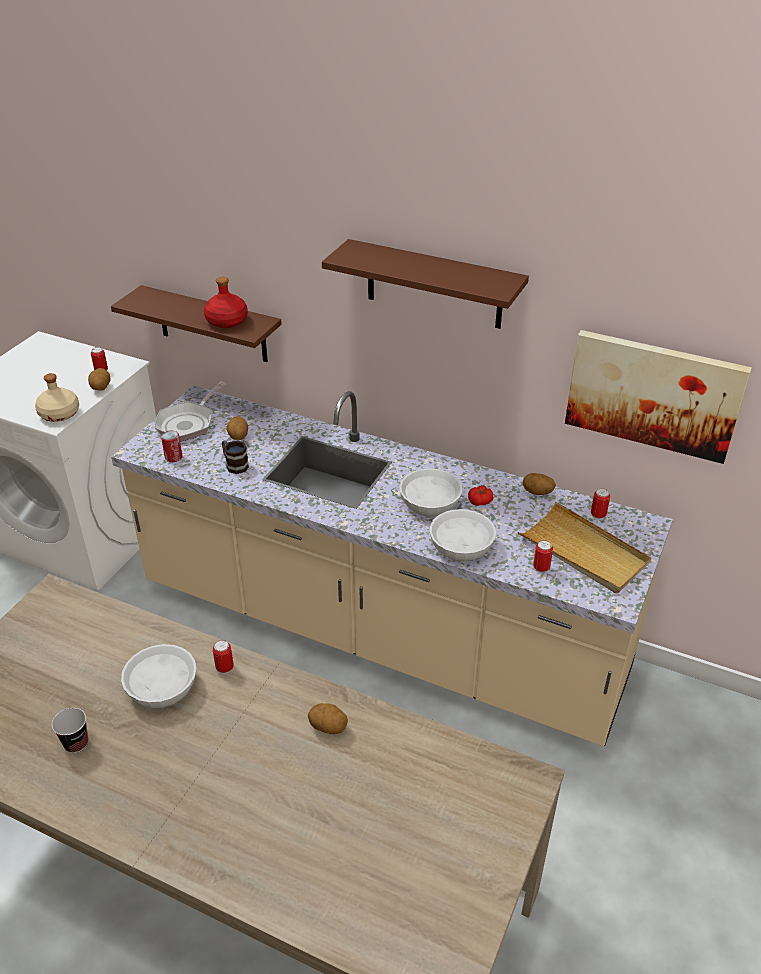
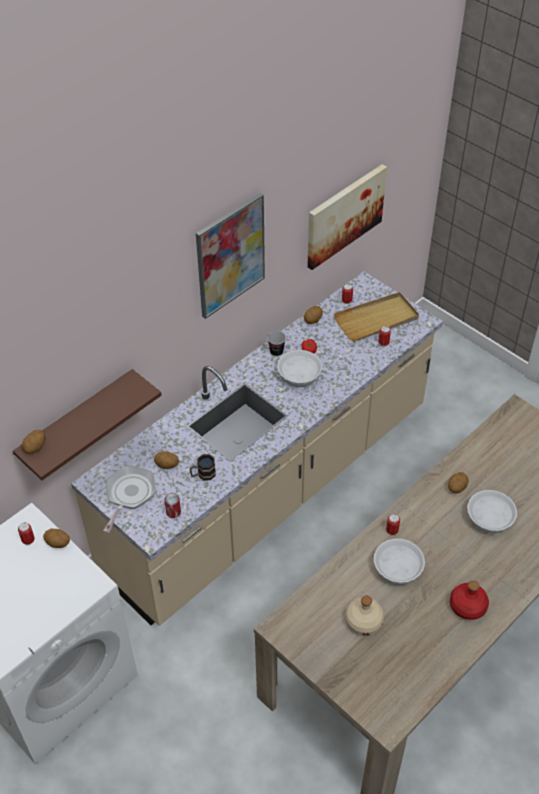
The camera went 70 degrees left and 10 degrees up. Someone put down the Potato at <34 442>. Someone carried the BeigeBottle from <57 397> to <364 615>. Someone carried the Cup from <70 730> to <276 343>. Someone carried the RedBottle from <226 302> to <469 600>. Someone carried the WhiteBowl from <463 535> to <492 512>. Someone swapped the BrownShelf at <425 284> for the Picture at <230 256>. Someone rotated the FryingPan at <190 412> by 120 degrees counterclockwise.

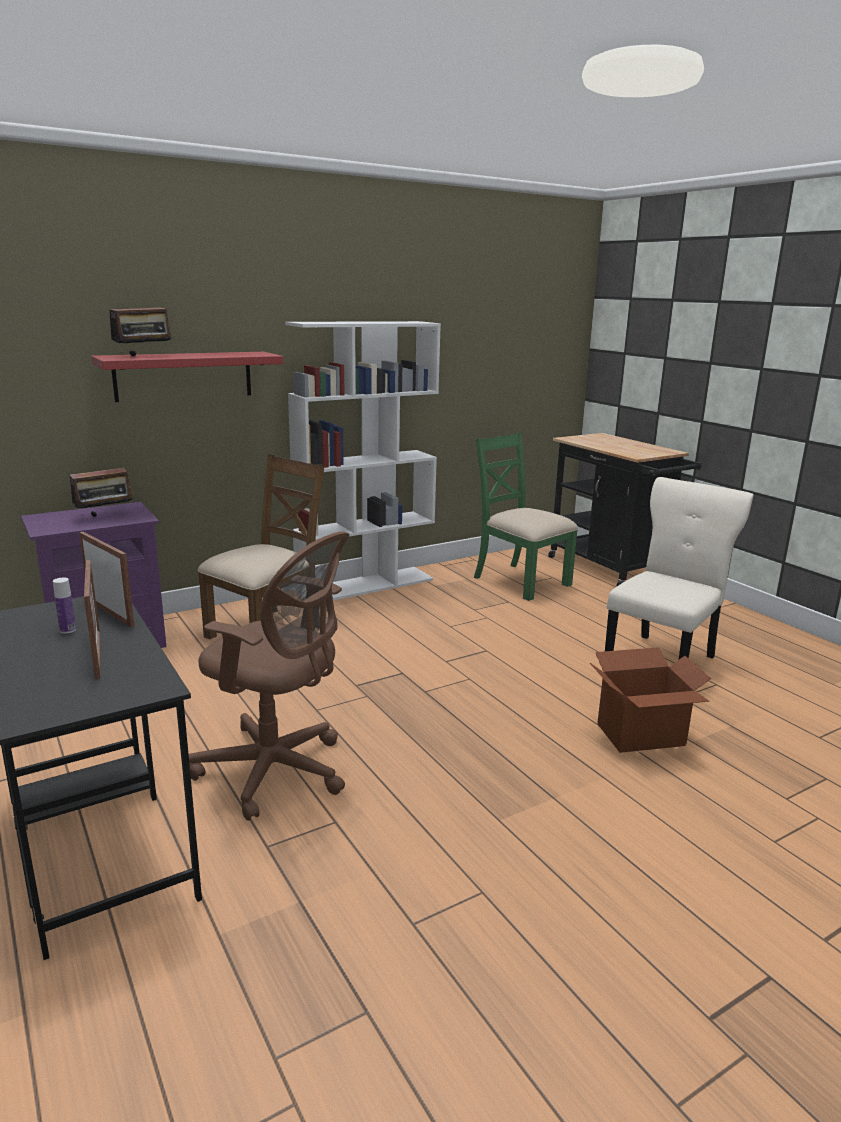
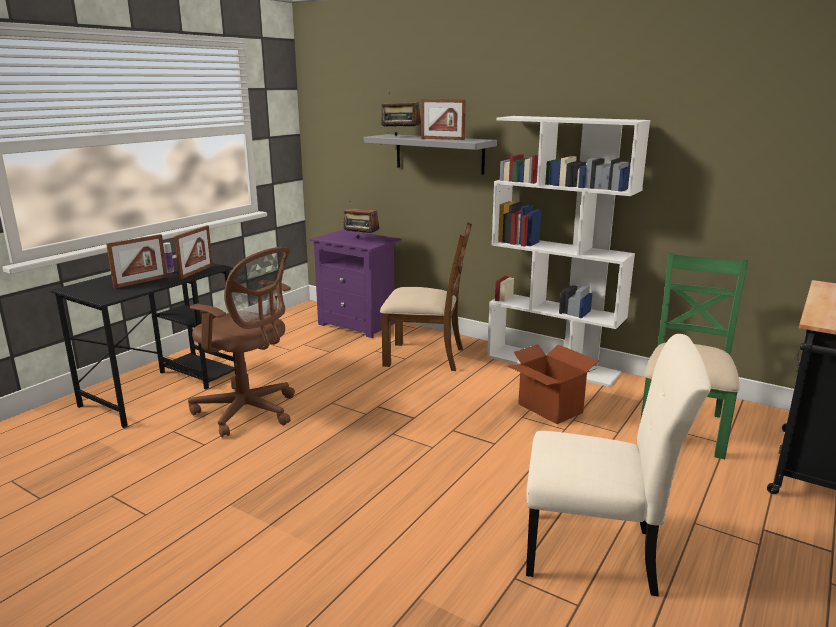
The camera went 65 degrees right and 0 degrees up. Someone put down the PictureFrame at <443 119>. Someone carried the CardboardBox from <650 700> to <553 384>. Someone repainted the RedShelf at <187 377>, which became the GreyShelf at <430 154>. Someone rotated the BrownOfficeChair at <269 676> by 60 degrees counterclockwise.

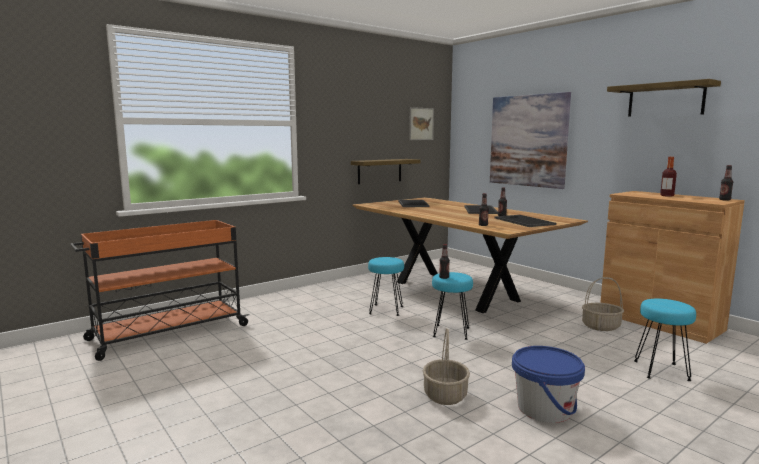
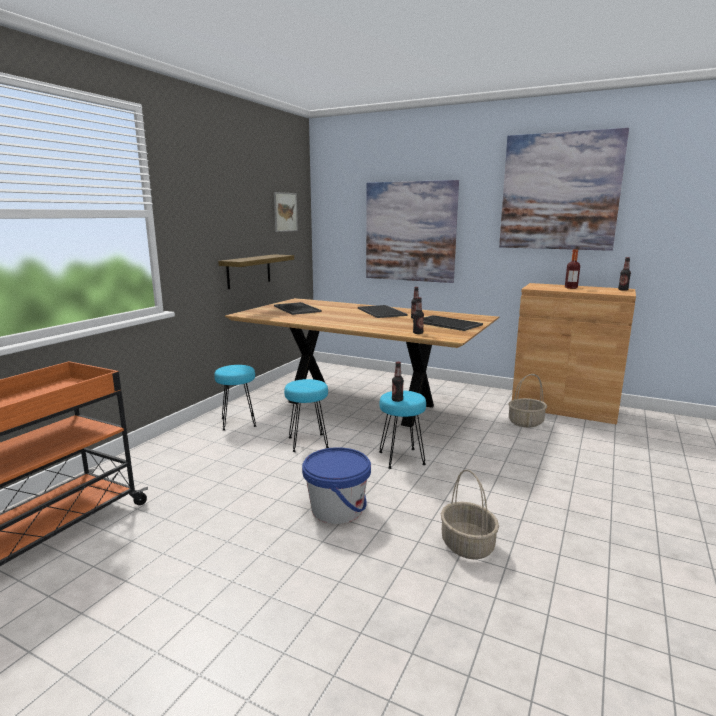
The camera went 25 degrees left and 5 degrees up. Someone carried the BlueBucket from <548 384> to <336 485>. Someone carried the TurquoiseStool from <665 340> to <235 398>. Someone swapped the Shelf at <664 98> for the Picture at <564 189>.

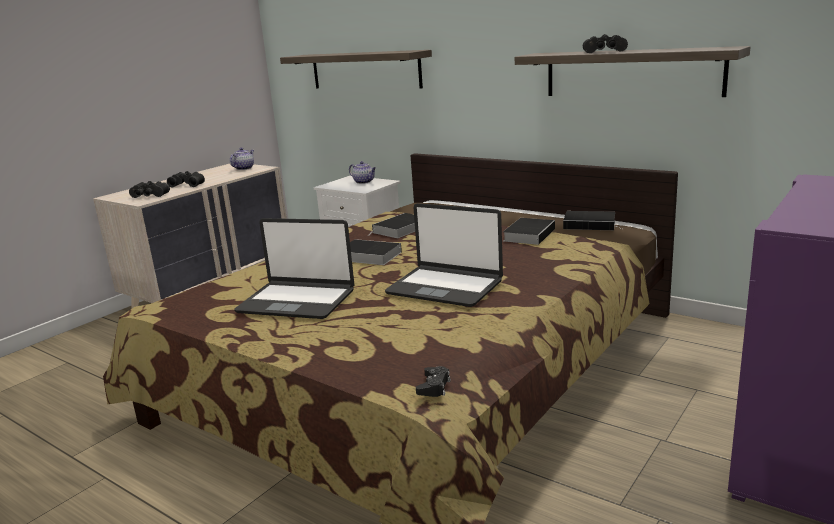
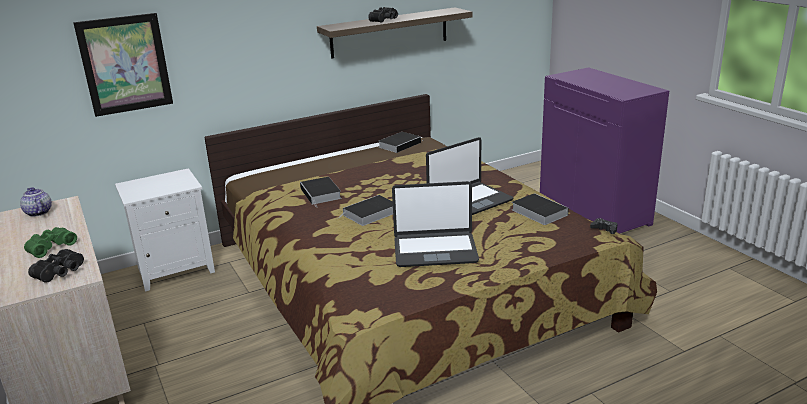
The camera went 65 degrees left and 5 degrees up. Someone took away the Teapot at <362 172>. Someone carried the Book from <529 231> to <540 209>. Someone swapped the Shelf at <356 69> for the Picture at <123 65>. Someone repainted the BlackBinoculars at <186 179>, which became the GreenBinoculars at <50 242>. Someone rotated the Laptop at <294 268> by 45 degrees clockwise.

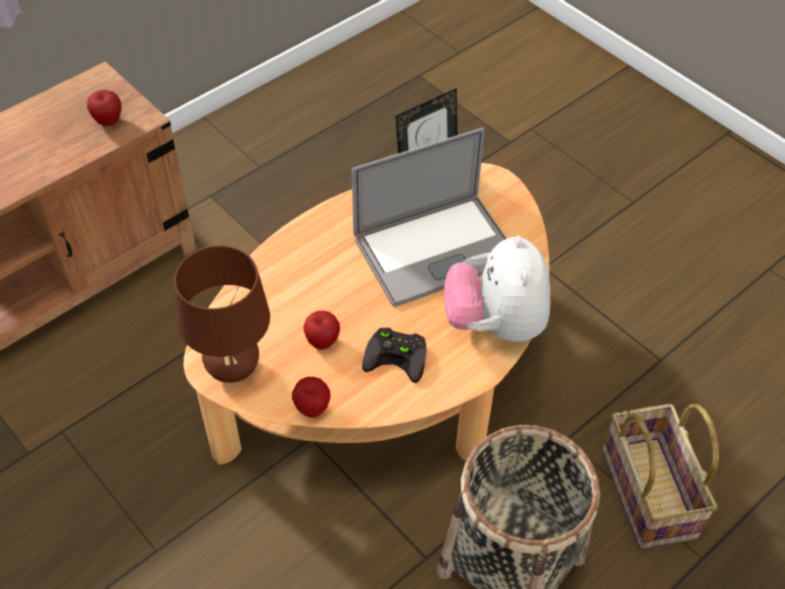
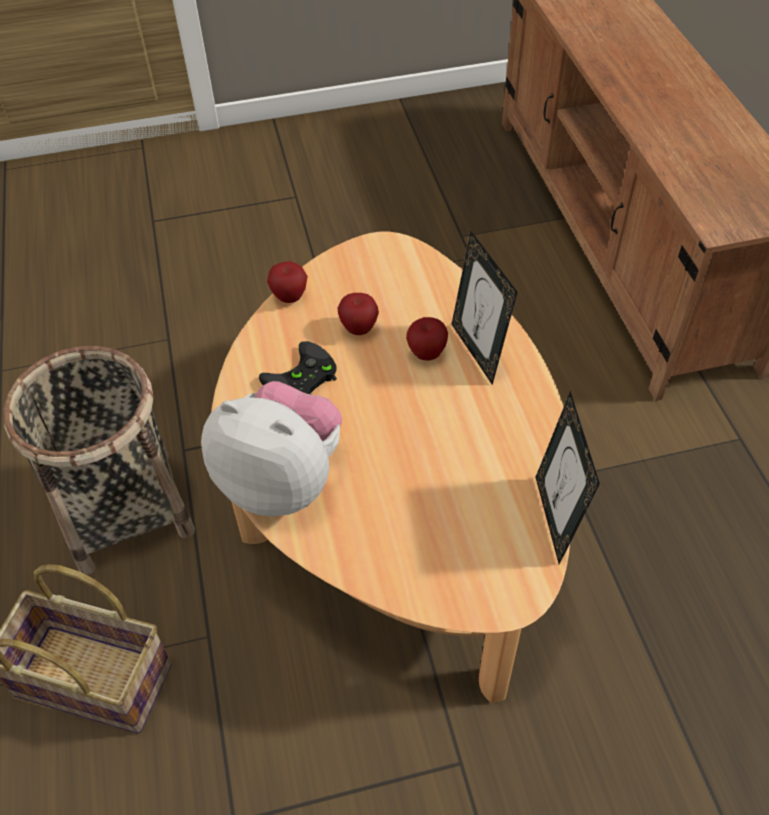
The camera went 120 degrees right and 0 degrees up. Someone took away the BrownTableLamp at <222 314>. Someone took away the Laptop at <429 217>. Someone put down the PictureFrame at <484 308>. Someone carried the Apple from <104 108> to <427 339>.

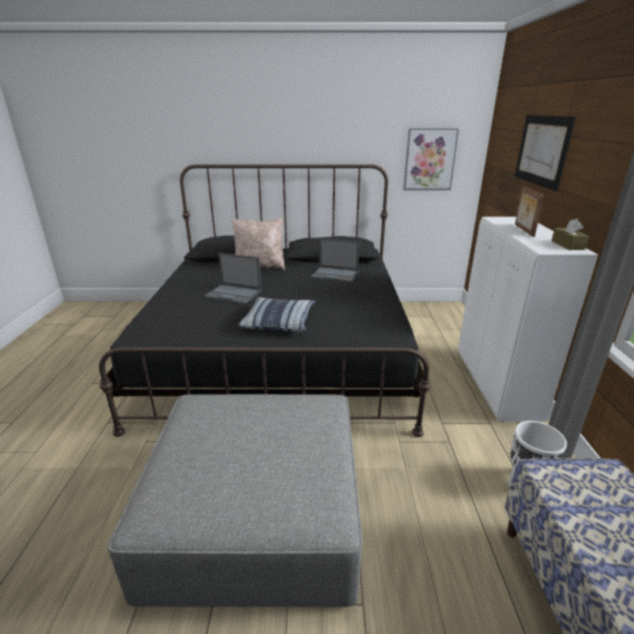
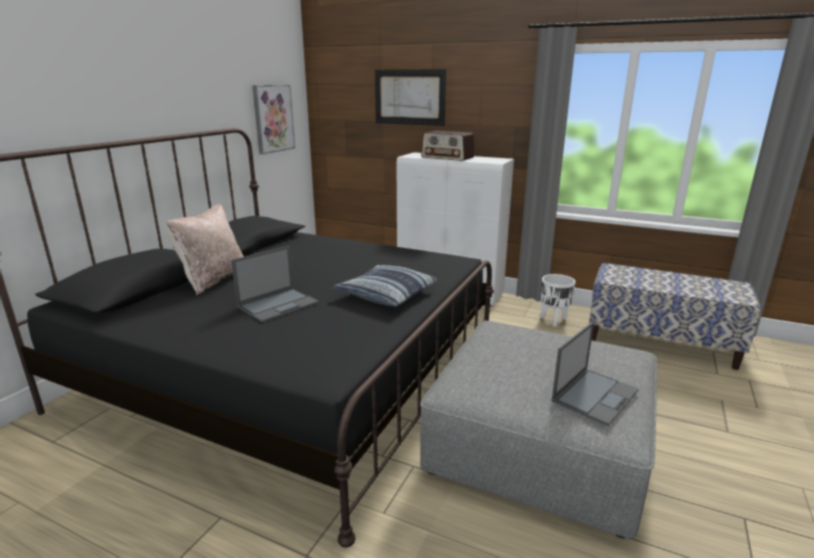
The camera went 65 degrees left and 5 degrees down. Someone took away the BrownTissueBox at <570 234>. Someone carried the Laptop from <335 260> to <595 374>. Someone swapped the PictureFrame at <529 211> for the Radio at <447 146>.

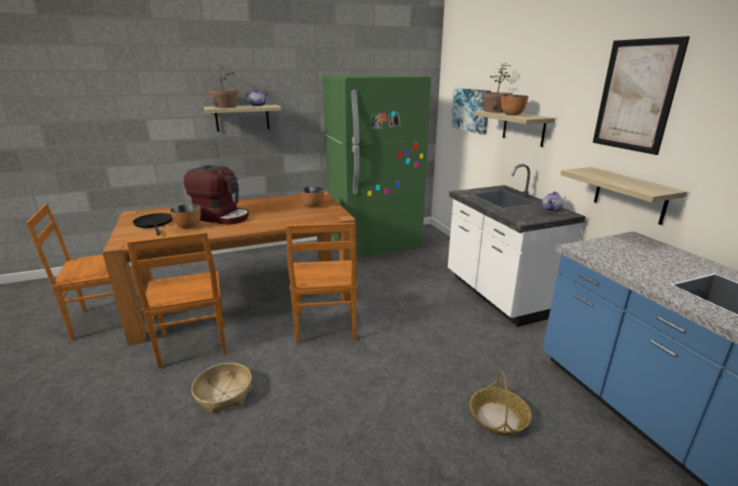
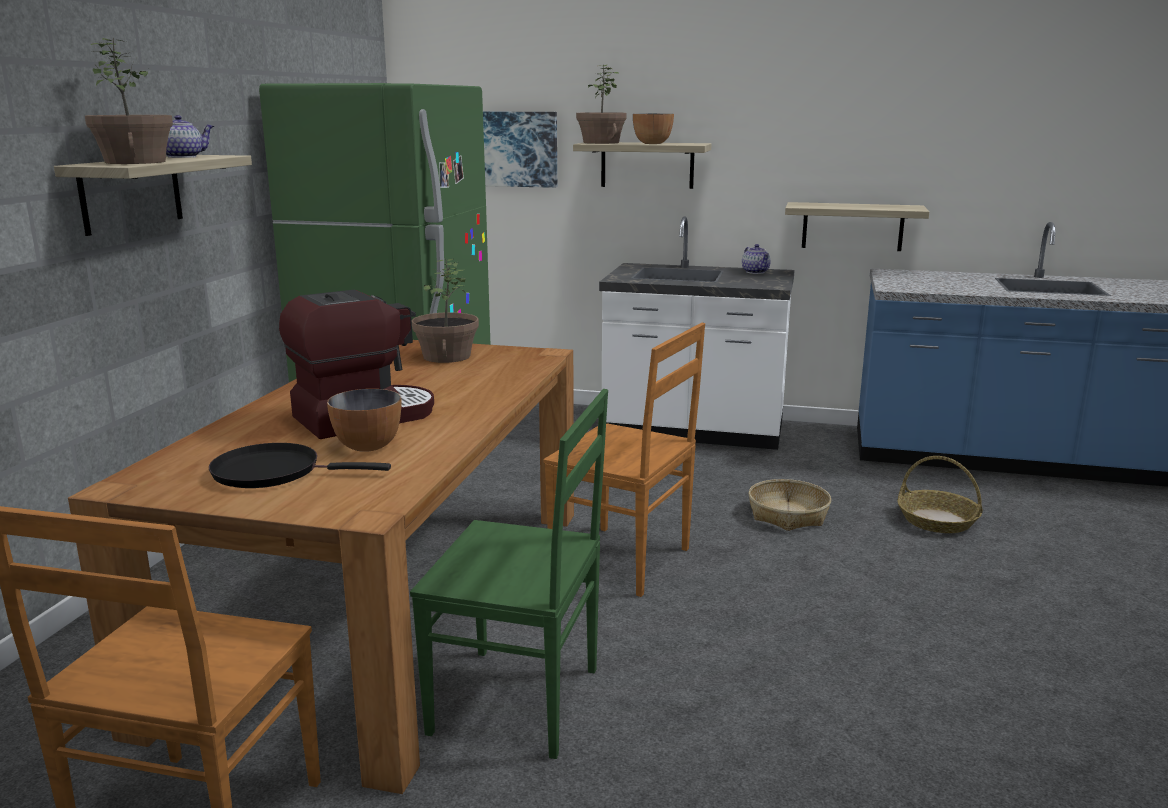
The camera went 55 degrees left and 5 degrees down. Someone took away the Picture at <641 95>. Someone carried the Basket from <221 388> to <789 505>. Someone swapped the Bowl at <312 196> for the PottedPlant at <445 311>. Someone repainted the BrownChair at <177 300>, which became the GreenChair at <509 574>.

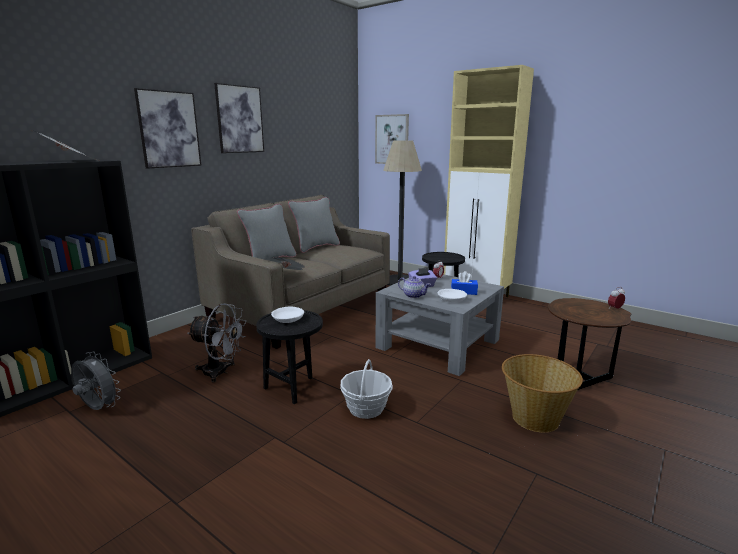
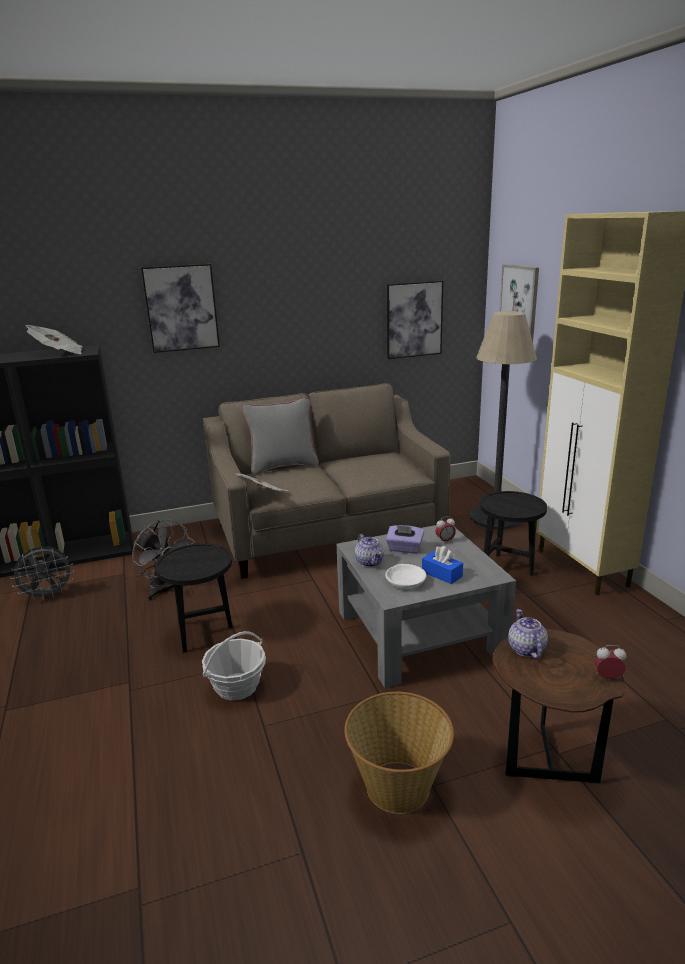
The camera went 35 degrees right and 5 degrees up. Someone took away the WhiteBowl at <287 315>. Someone took away the GreyPillow at <314 225>. Someone put down the Teapot at <528 634>. Someone carried the Picture from <239 118> to <415 320>. Someone rotated the GreyFan at <96 380> by 90 degrees clockwise.

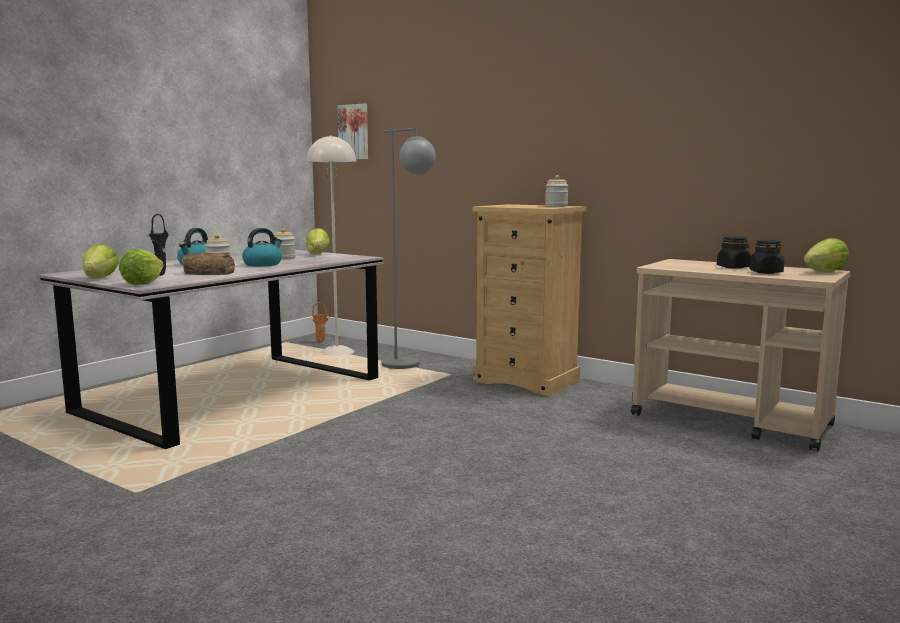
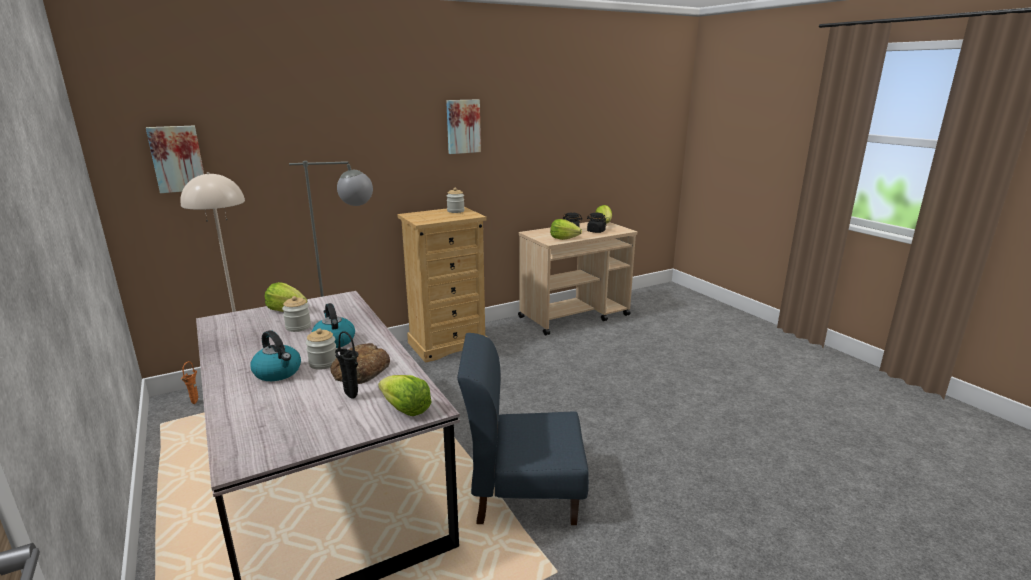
The camera went 65 degrees left and 10 degrees up. Someone put up the Picture at <463 126>. Someone put down the BlueChair at <523 429>. Someone carried the Lettuce from <101 262> to <566 229>.

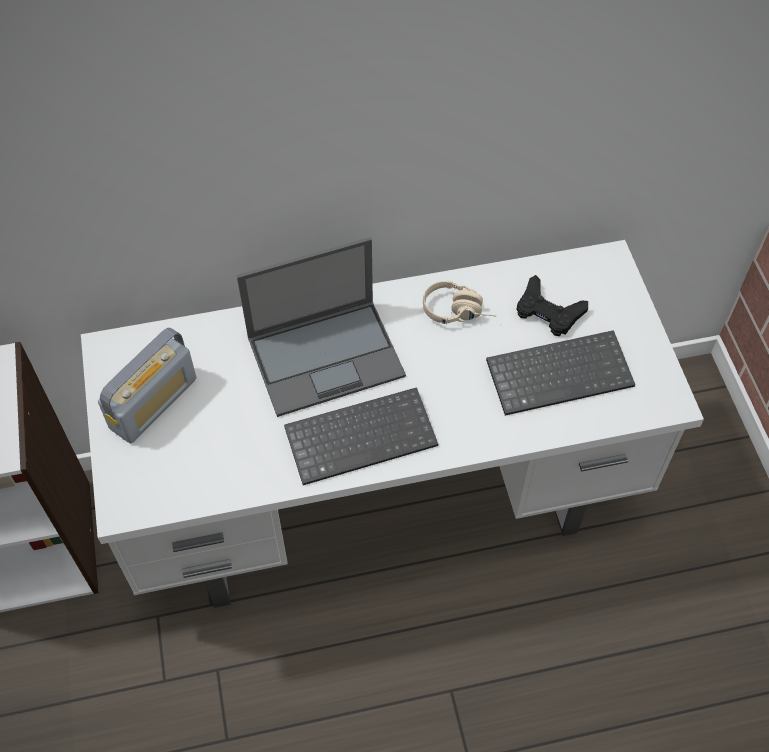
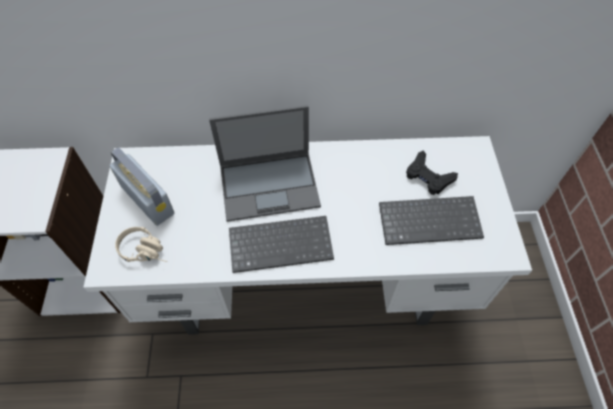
The camera went 10 degrees right and 0 degrees up. Someone carried the BeigeHeadphones from <460 302> to <141 244>. Someone rotated the Radio at <147 385> by 90 degrees counterclockwise.

